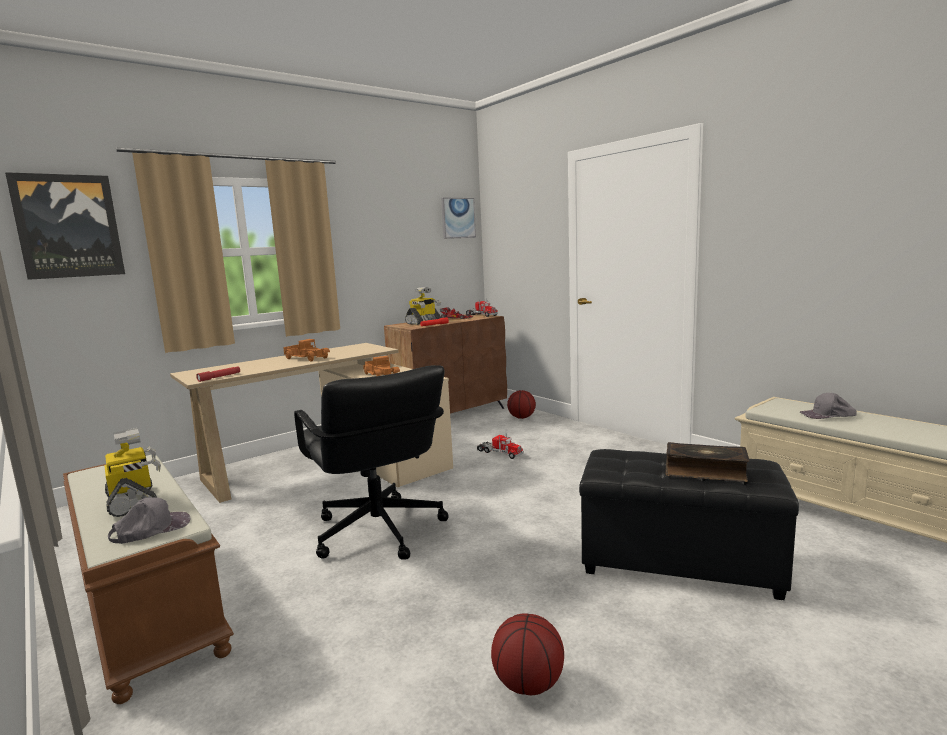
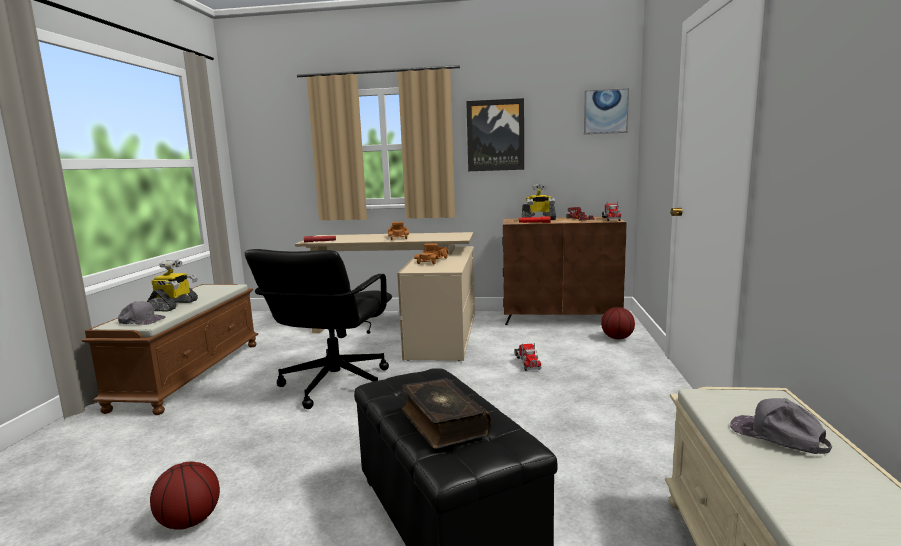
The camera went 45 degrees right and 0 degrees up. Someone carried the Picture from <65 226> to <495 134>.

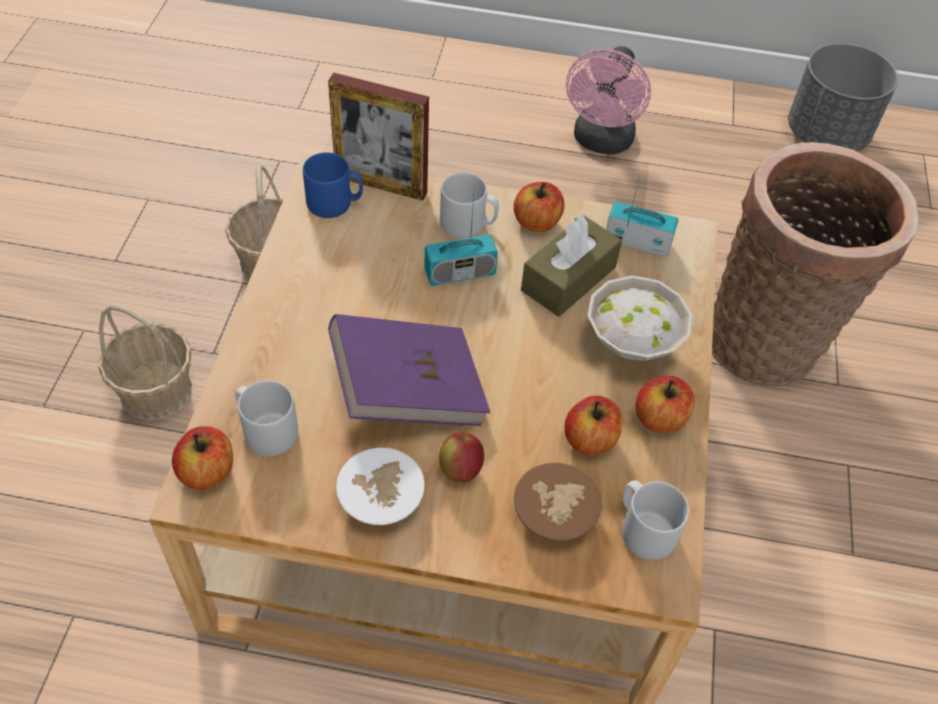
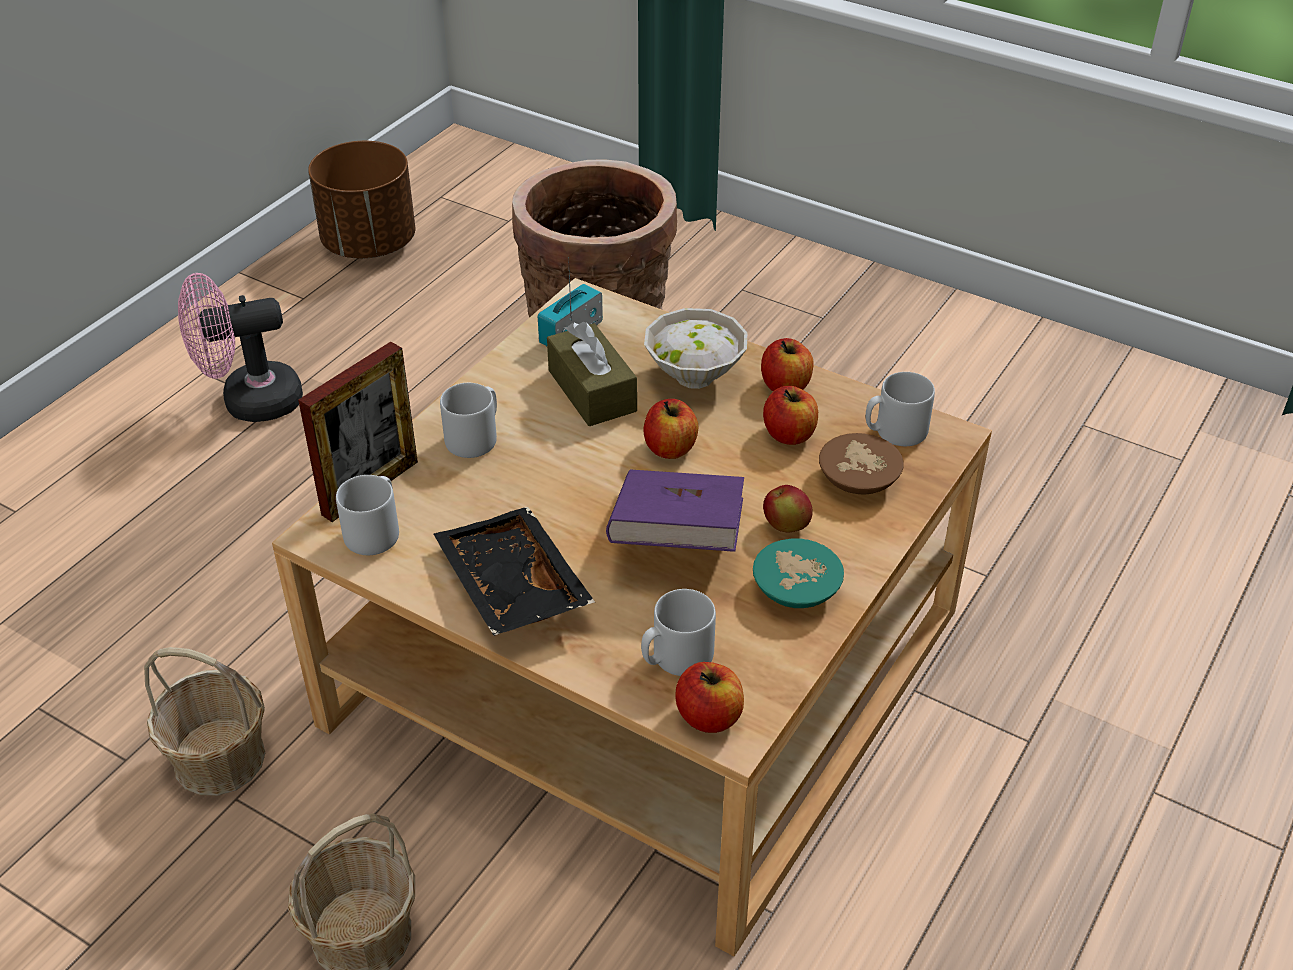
The camera went 65 degrees left and 10 degrees down. Someone took away the Radio at <461 241>. Someone put down the BlackTray at <514 571>. Someone carried the Apple from <539 207> to <670 429>. Someone repainted the BlueMug at <333 185>, which became the GreyMug at <367 515>. Someone repainted the WhiteBowl at <380 486>, which became the TurquoiseBowl at <798 573>. Someone repainted the GreyPlanter at <843 97>, which became the BrownPlanter at <361 199>. Someone rotated the PinkFan at <608 100> by 120 degrees clockwise.

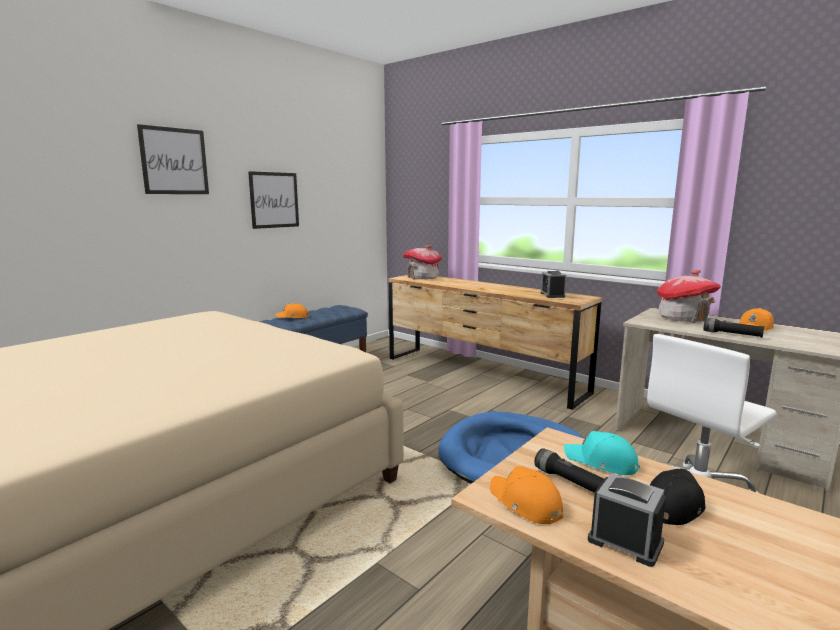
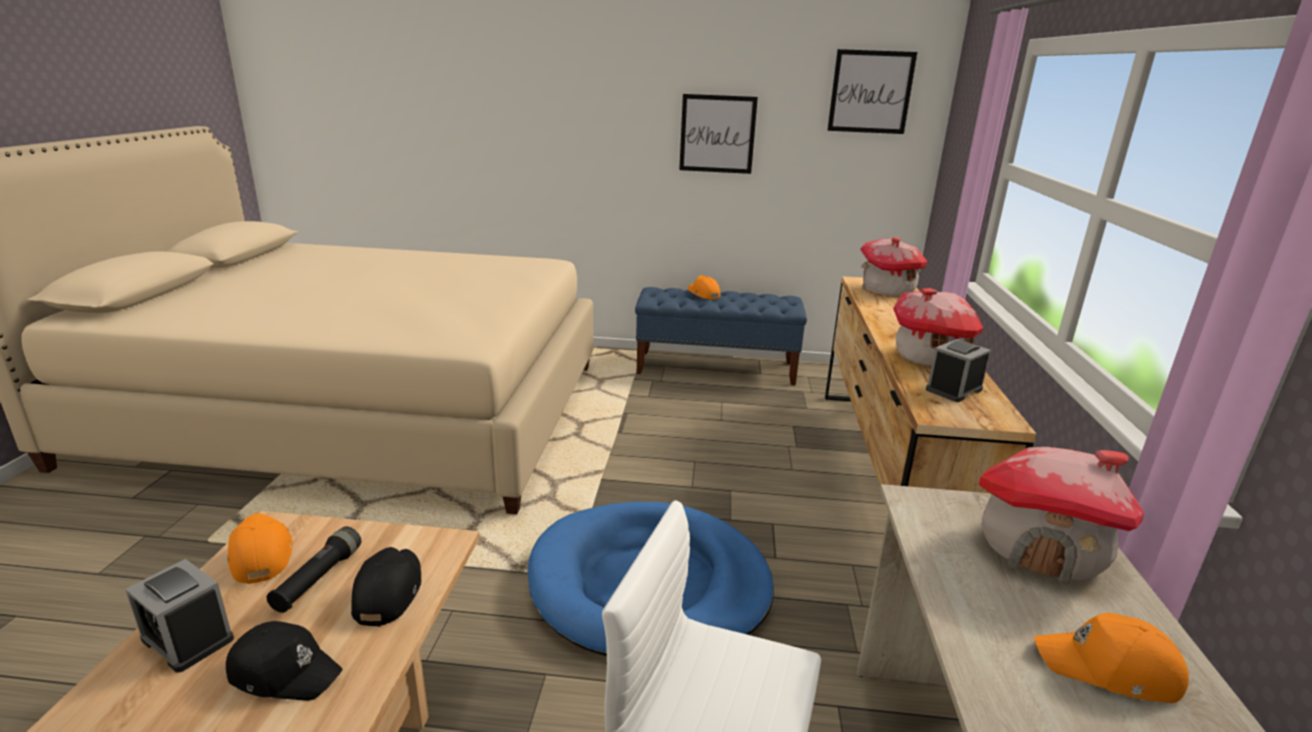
The camera went 55 degrees right and 10 degrees up. Someone took away the BlackFlashlight at <734 328>. Someone put down the ToyHouse at <938 327>. Someone carried the Picture from <173 159> to <872 91>. Someone repainted the TurquoiseCap at <602 453>, which became the BlackCap at <386 587>. Someone rotated the OrangeCap at <526 495> by 45 degrees counterclockwise. Someone rotated the AlarmClock at <627 520> by 120 degrees clockwise.

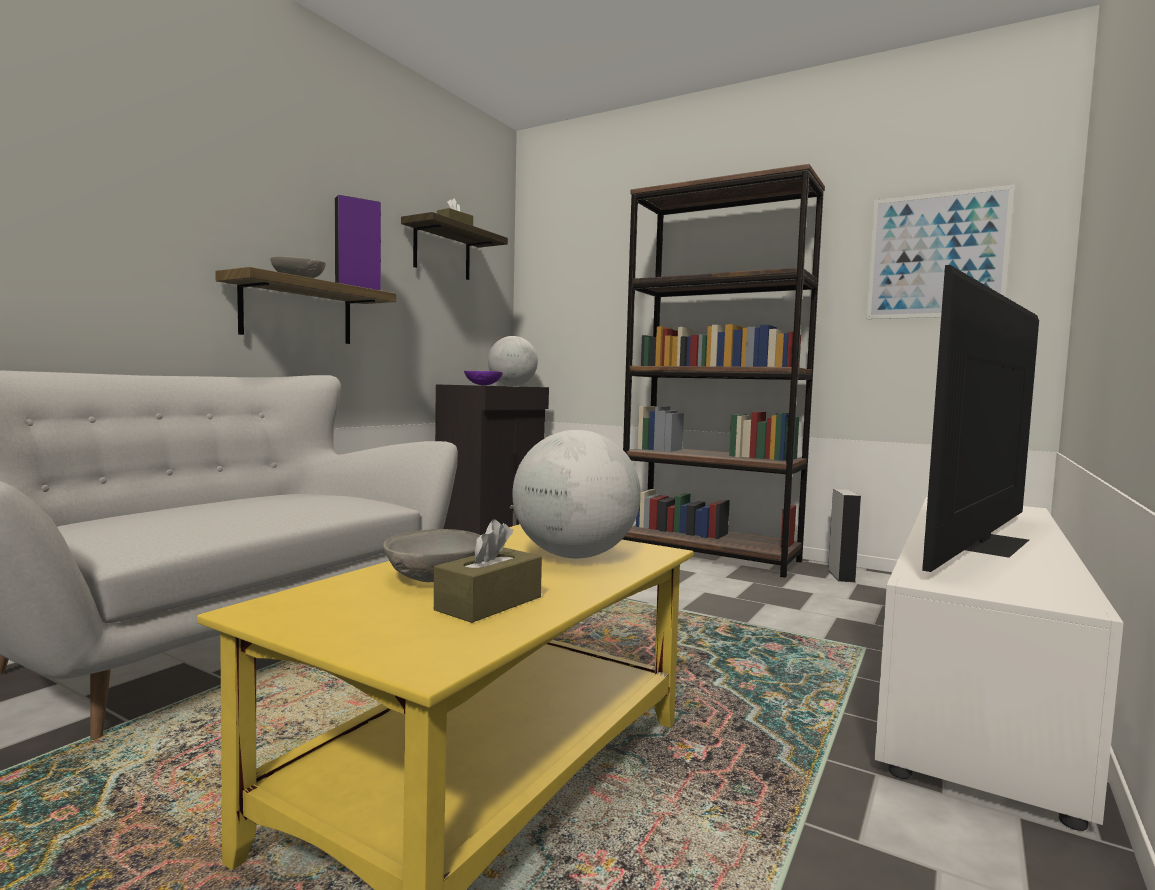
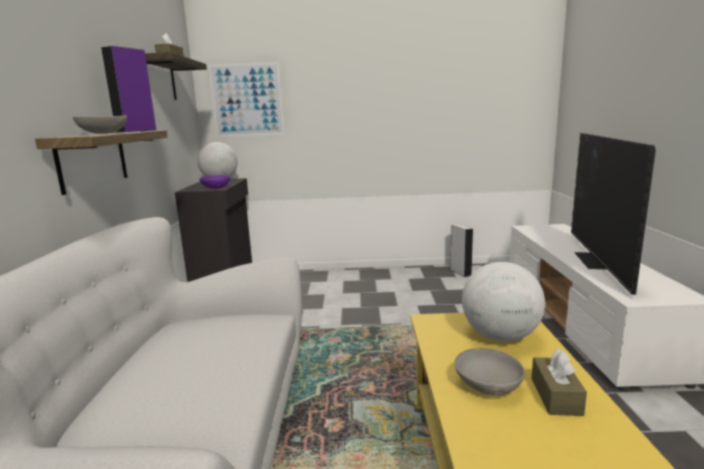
The camera went 30 degrees left and 10 degrees up. Someone took away the BrownBookcase at <723 371>. Someone carried the Picture from <941 251> to <246 99>.

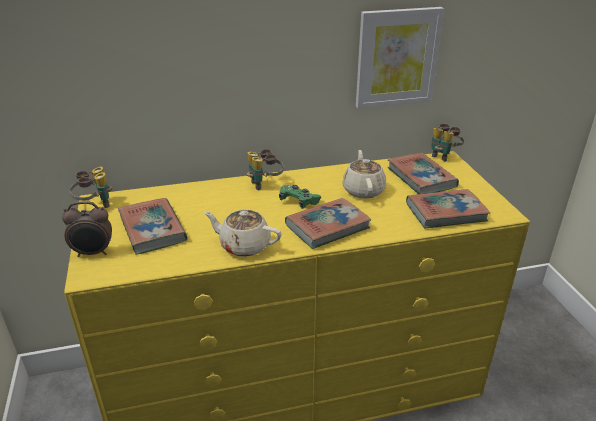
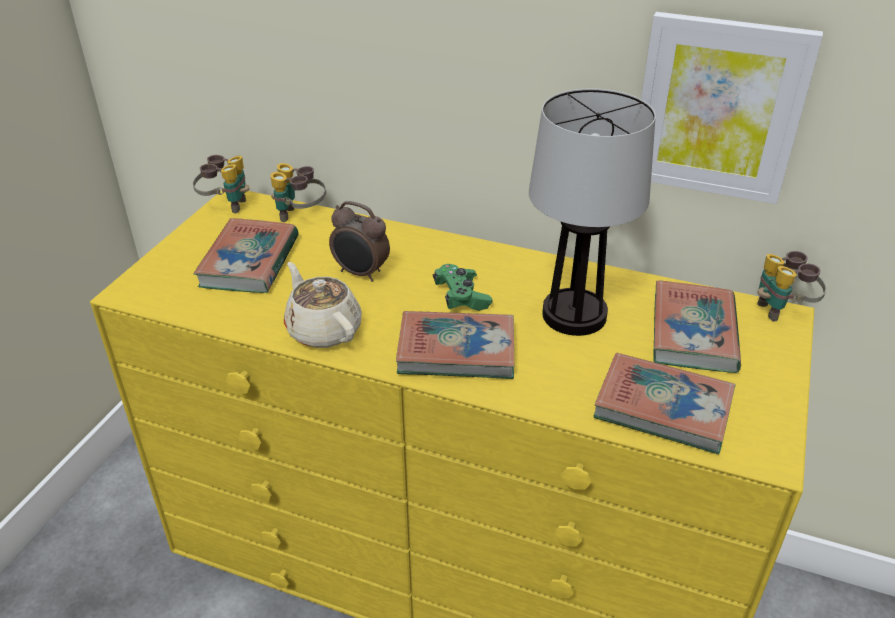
The camera went 35 degrees right and 5 degrees up. Someone carried the AlarmClock from <87 229> to <359 241>. Someone carried the Binoculars from <265 169> to <298 192>. Someone swapped the BeigeTeapot at <364 174> for the TableLamp at <592 212>.

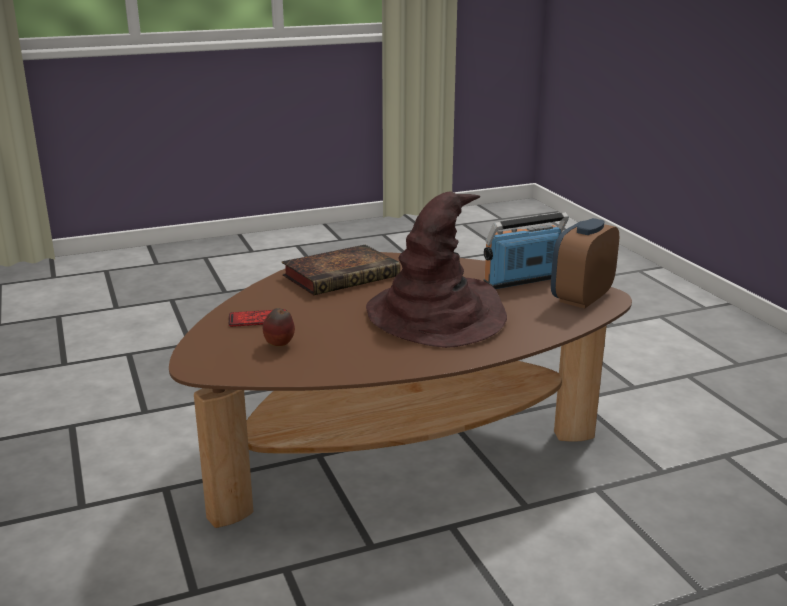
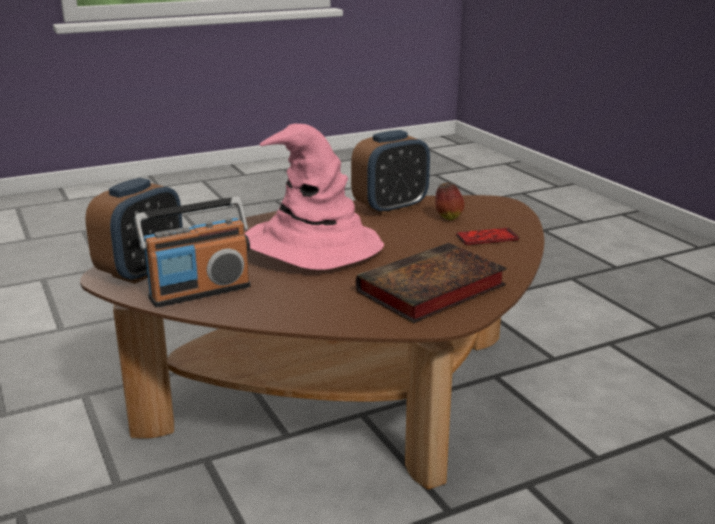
The camera went 175 degrees right and 0 degrees up. Someone put down the AlarmClock at <390 172>. Someone repainted the BrownHat at <436 269>, which became the PinkHat at <314 197>.

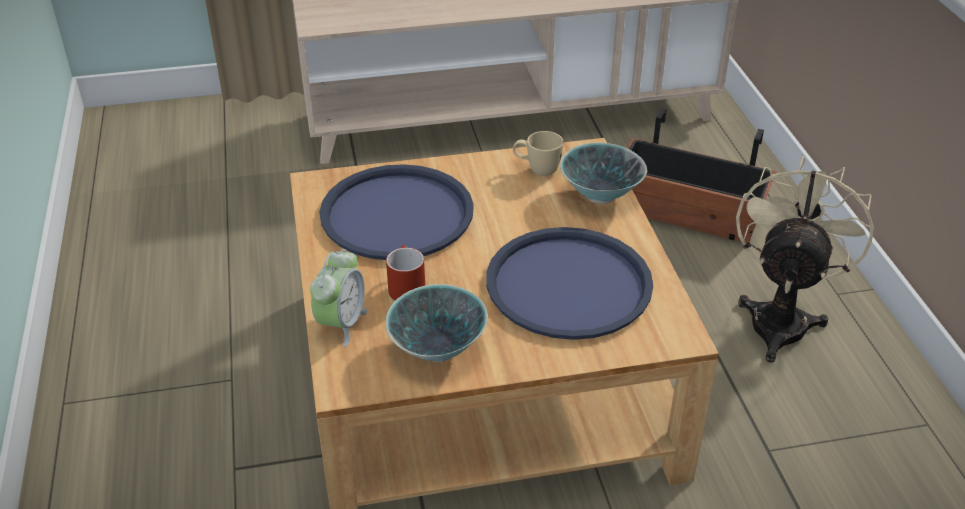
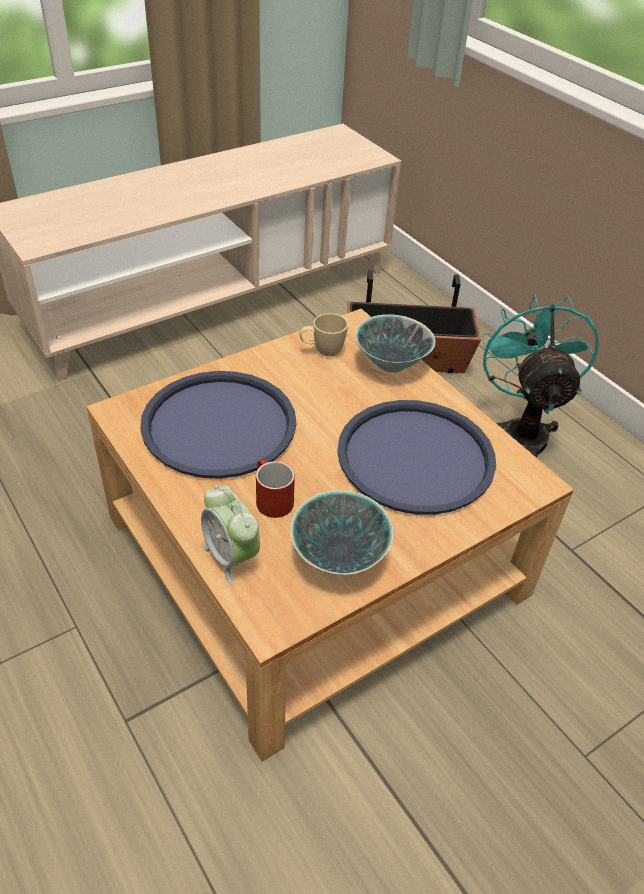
The camera went 25 degrees left and 5 degrees up. Someone repainted the BeigeFan at <805 259>, which became the TurquoiseFan at <540 375>. Someone rotated the AlarmClock at <339 298> by 150 degrees clockwise.

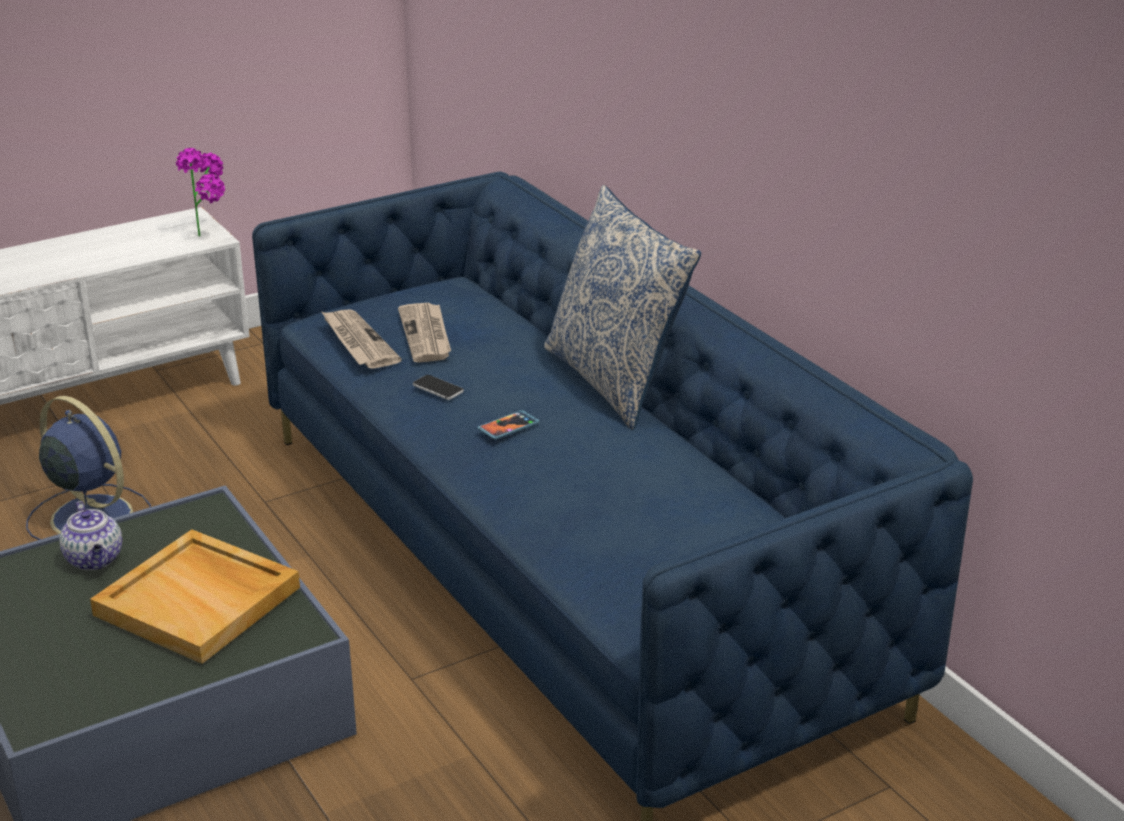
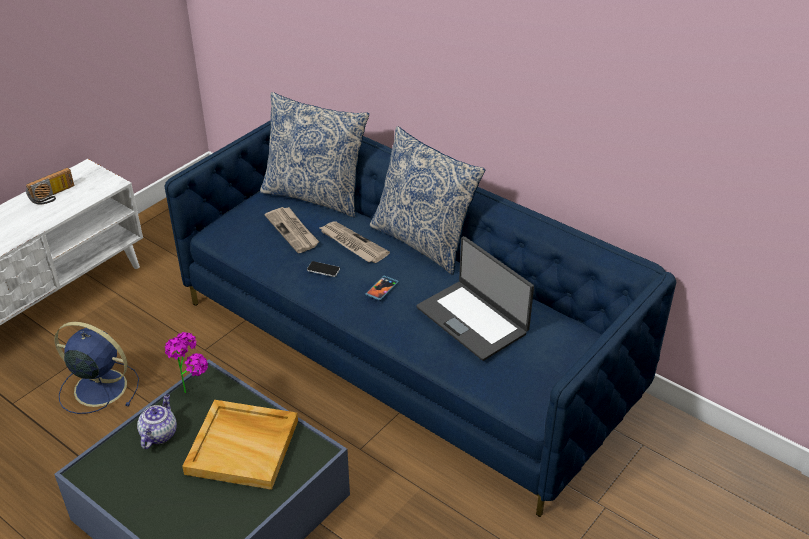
The camera went 20 degrees left and 10 degrees up. Someone put down the Radio at <50 185>. Someone put down the Pillow at <314 154>. Someone put down the Laptop at <475 298>. Someone carried the PottedPlant from <200 192> to <186 362>. Someone carried the Newspaper from <362 339> to <354 242>. Someone rotated the Teapot at <90 535> by 120 degrees counterclockwise.

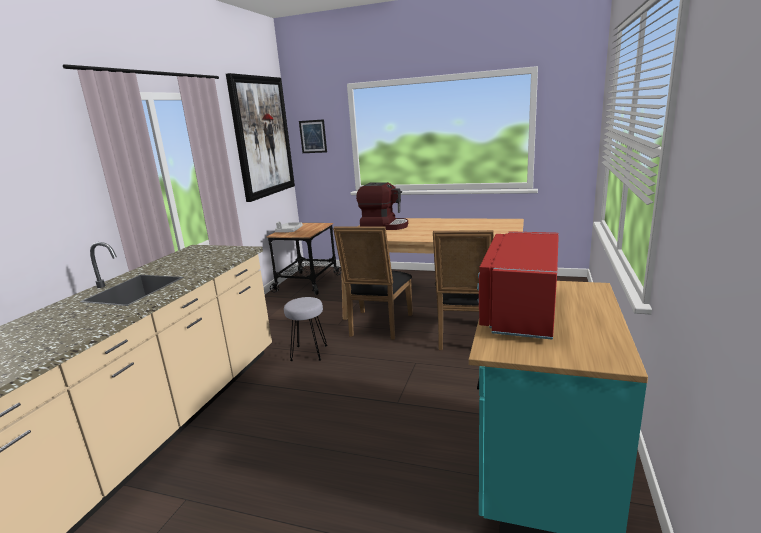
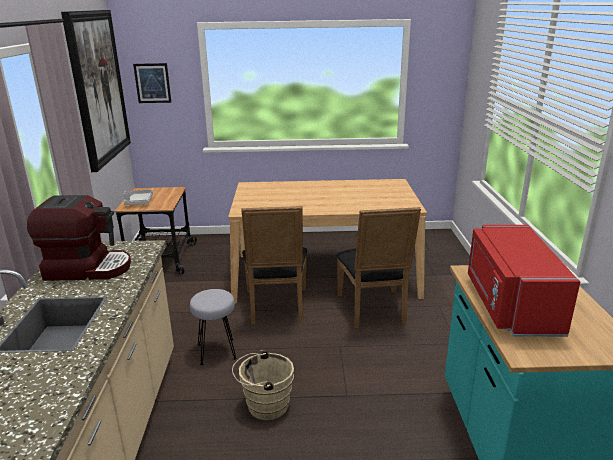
The camera went 20 degrees left and 5 degrees up. Someone put down the BeigeBucket at <263 385>. Someone carried the CoffeeMachine from <382 206> to <79 238>.

